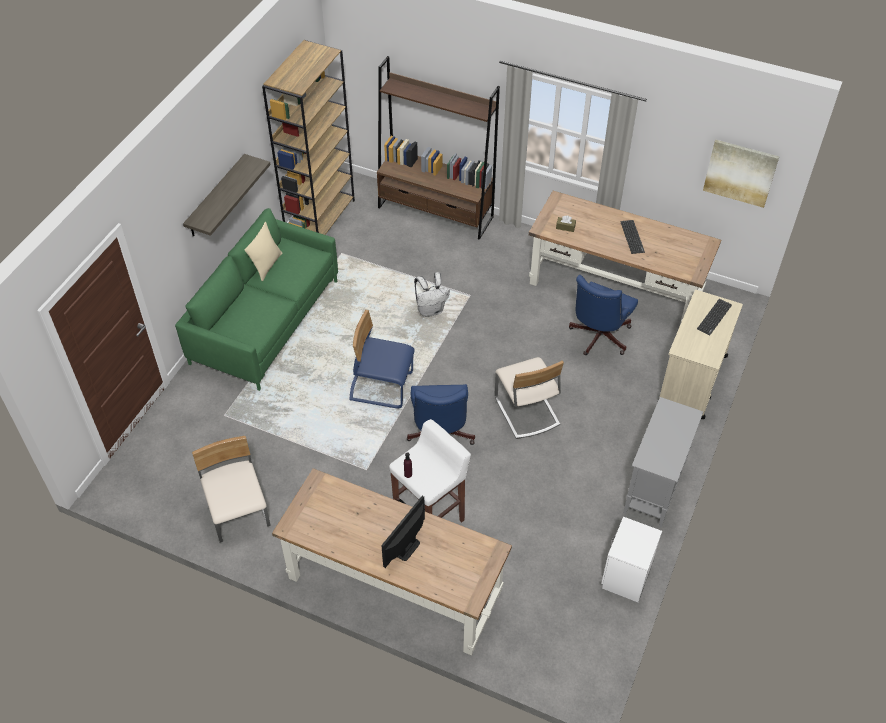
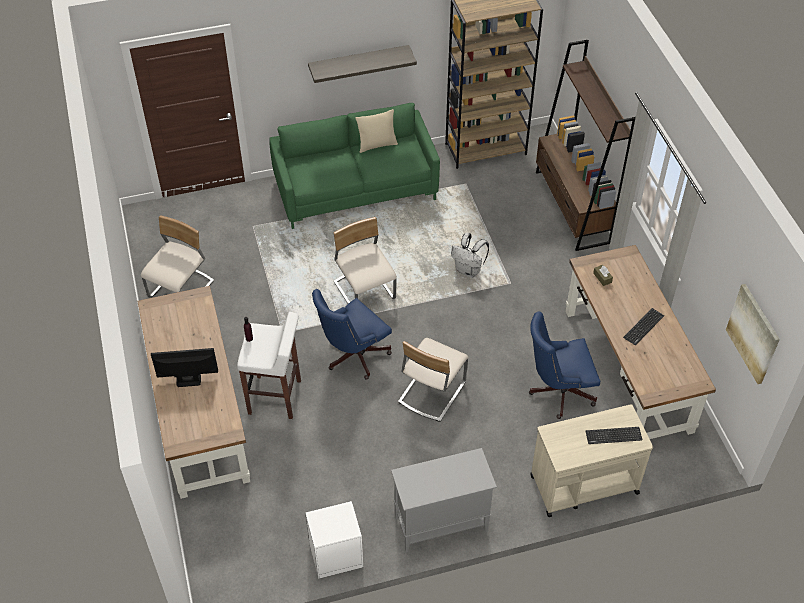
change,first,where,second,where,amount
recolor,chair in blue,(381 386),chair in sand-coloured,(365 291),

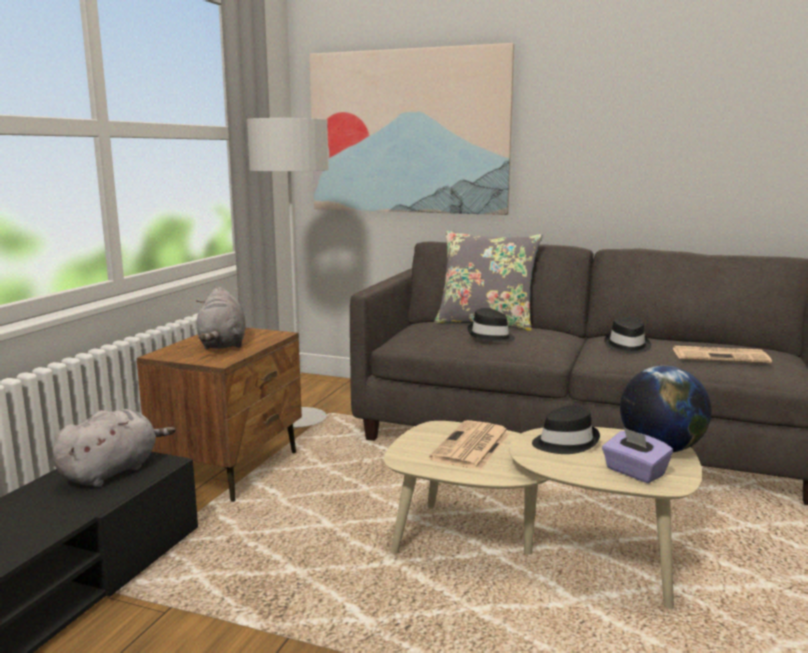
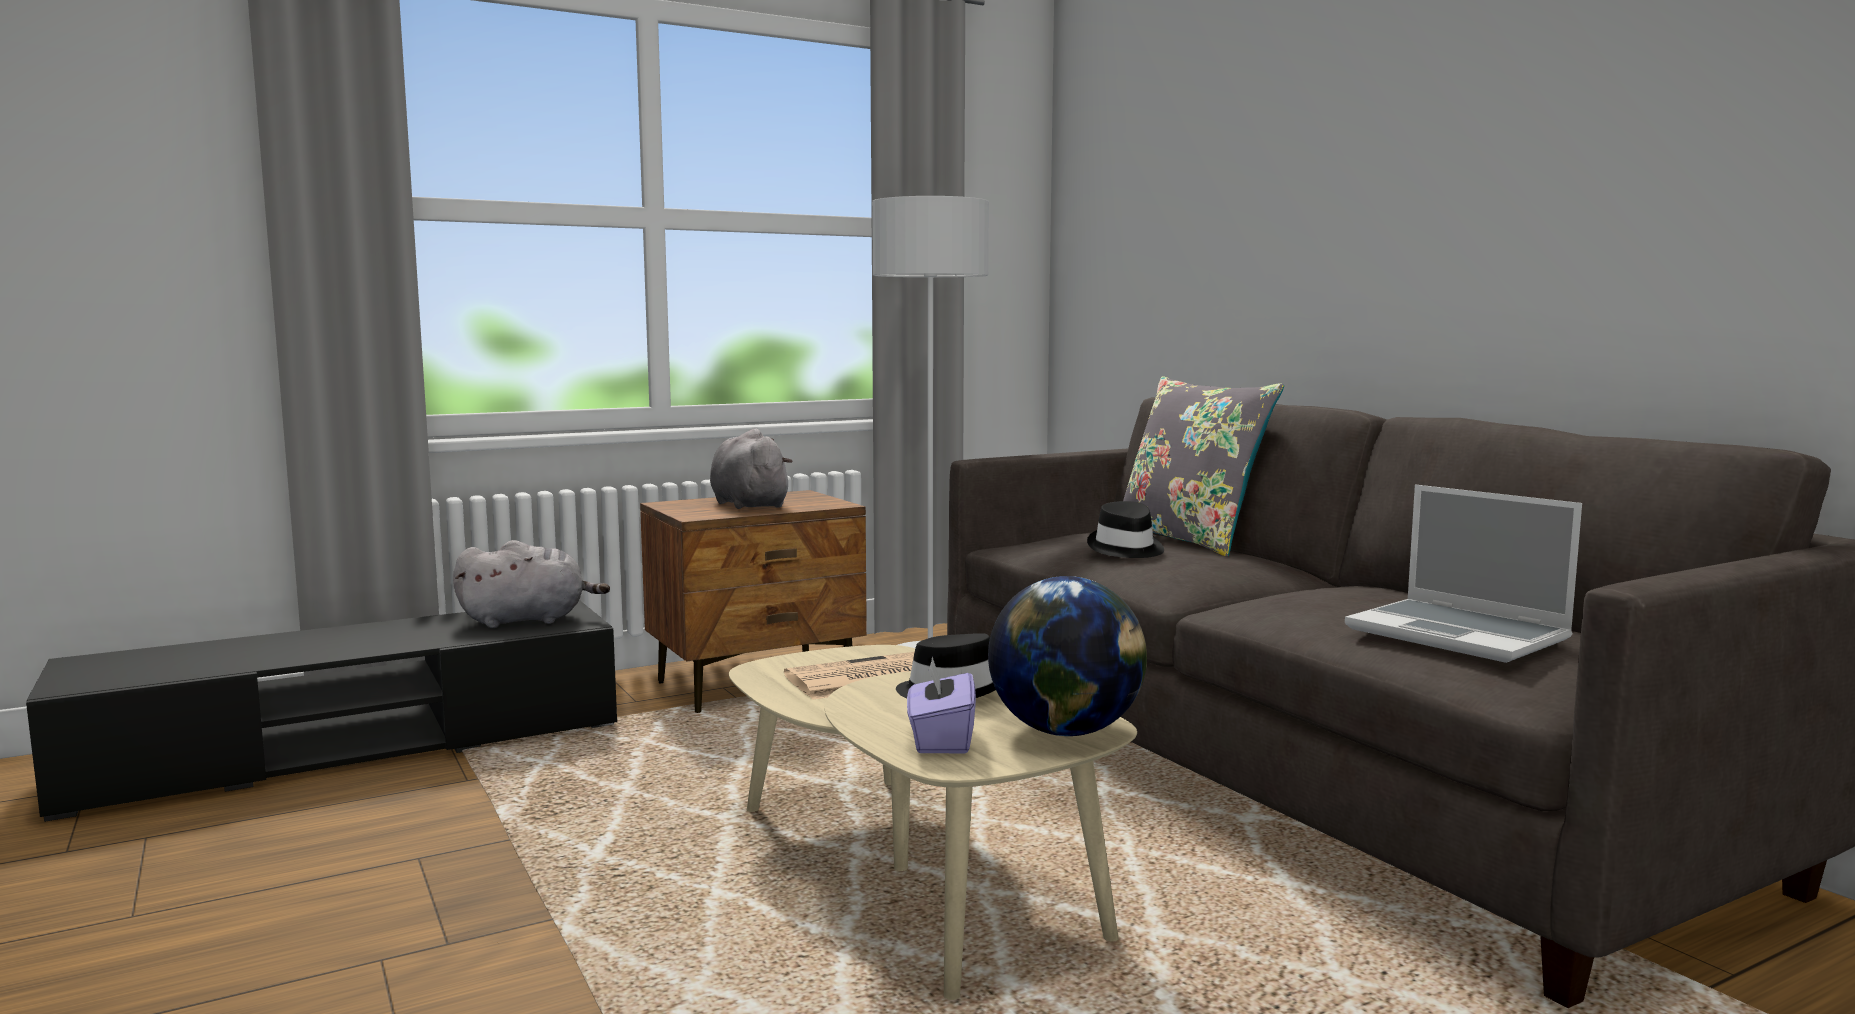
change,first,where,second,where,amount
delete,wall picture,(408 132),,,
rotate,plush toy in gray,(222 345),,(748 504),120 degrees clockwise
delete,wearable hat in black-coloured,(627 345),,,
replace,daily paper,(721 356),portable computer,(1460 634),

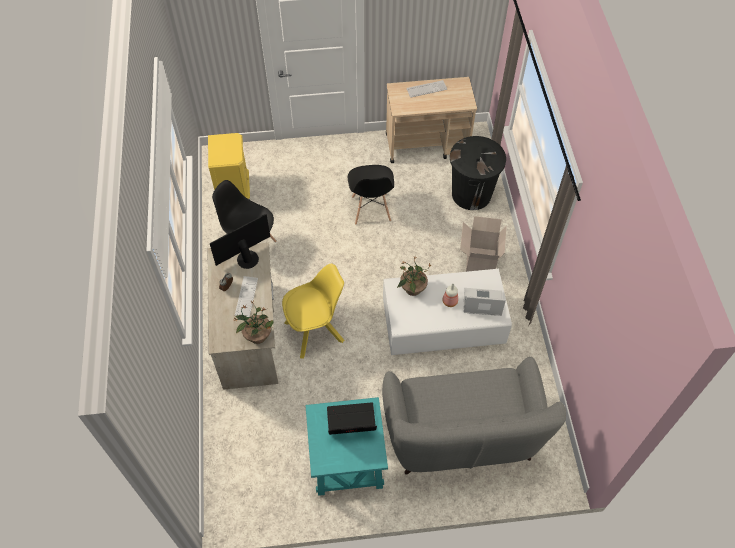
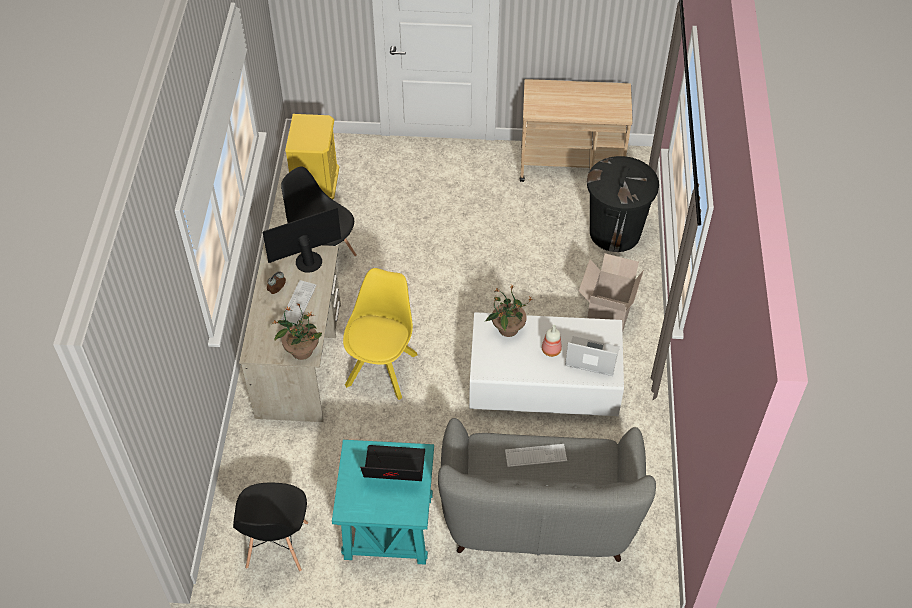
change,first,where,second,where,amount
move,computer keyboard,(426 89),,(535 455),
move,chair in black-coloured,(370 209),,(277 546),
rotate,chair in yellow,(315 331),,(382 368),60 degrees counterclockwise

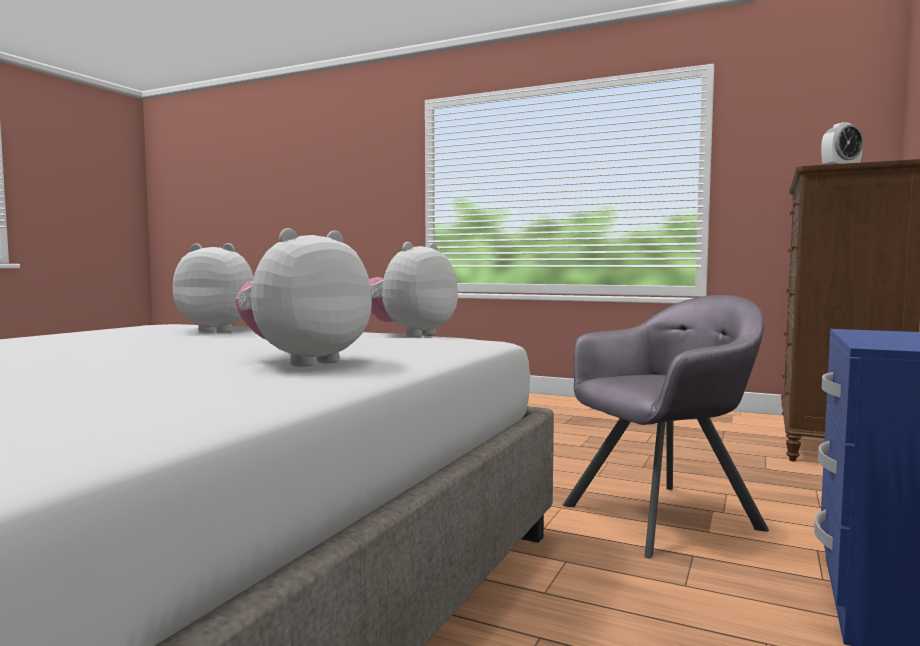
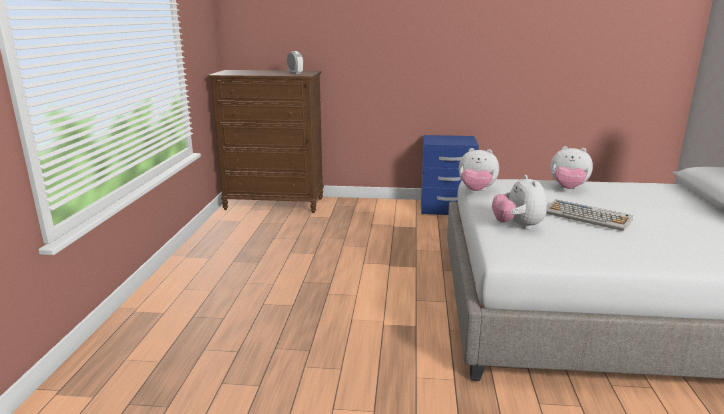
change,first,where,second,where,amount
delete,easy chair in gray,(663 517),,,
insert,,,computer keyboard,(588 216),

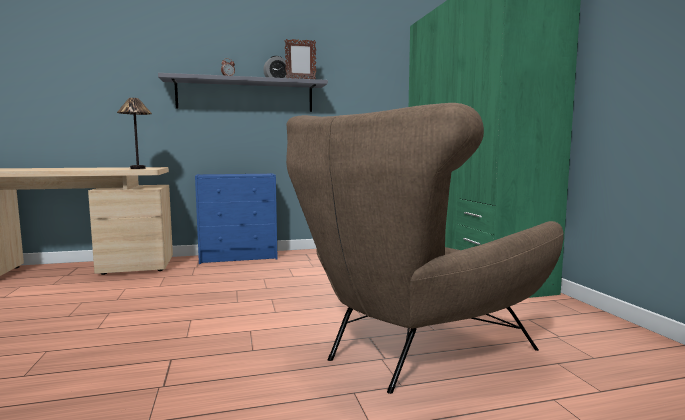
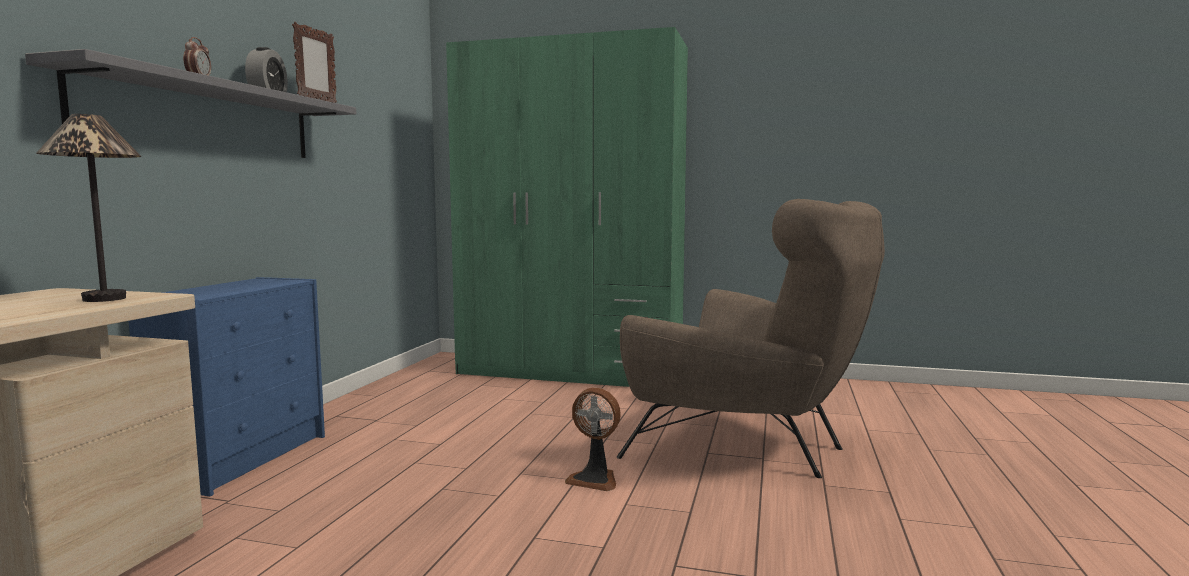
change,first,where,second,where,amount
rotate,easy chair in brownish,(408 351),,(754 446),45 degrees counterclockwise
insert,,,electric fan,(595 479),

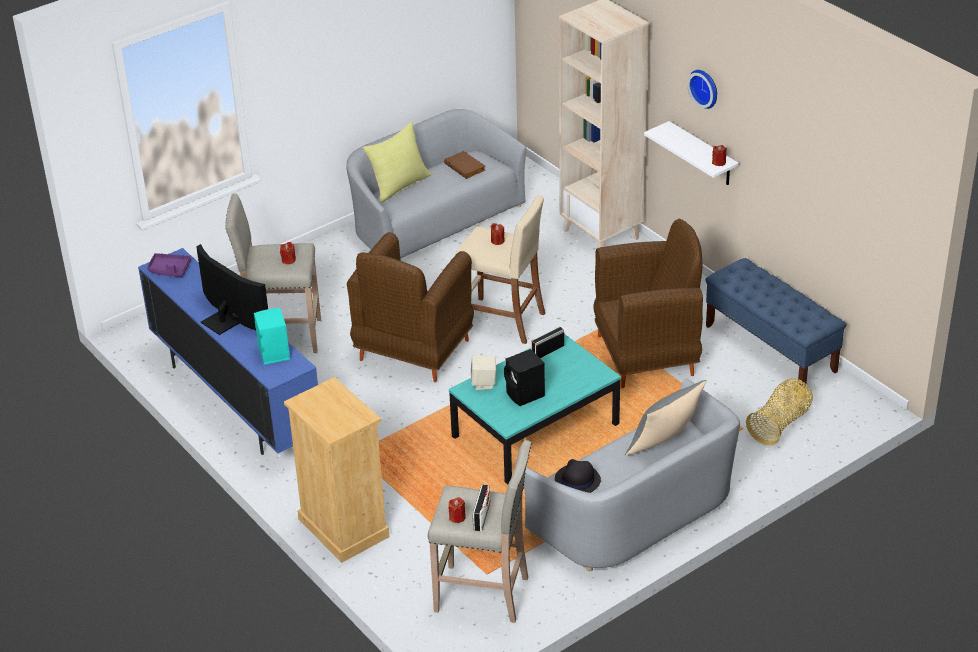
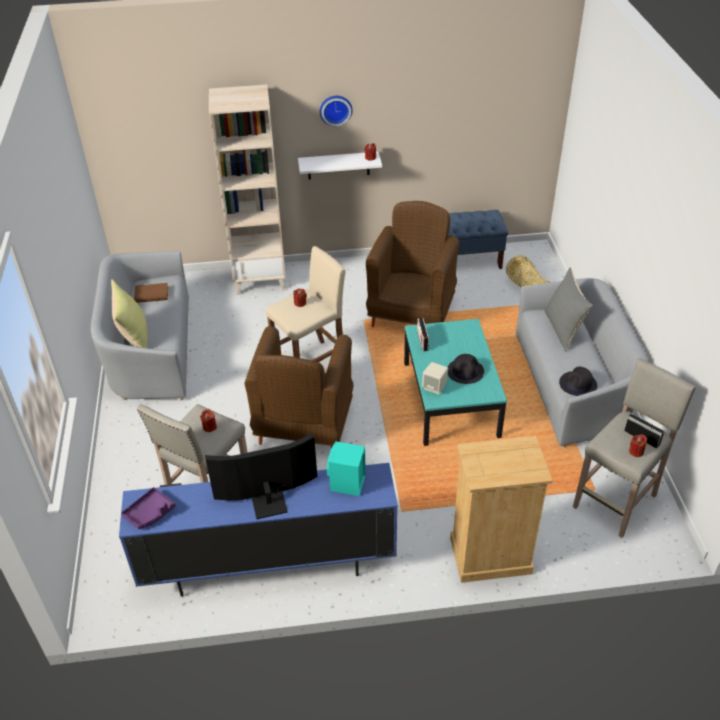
change,first,where,second,where,amount
rotate,easy chair in brownish,(413 352),,(304 427),45 degrees clockwise
replace,speaker in black-coloured,(525 395),wearable hat in black-coloured,(465 371),

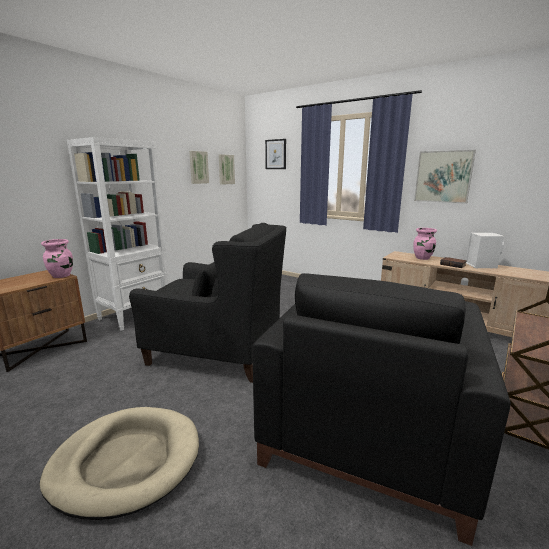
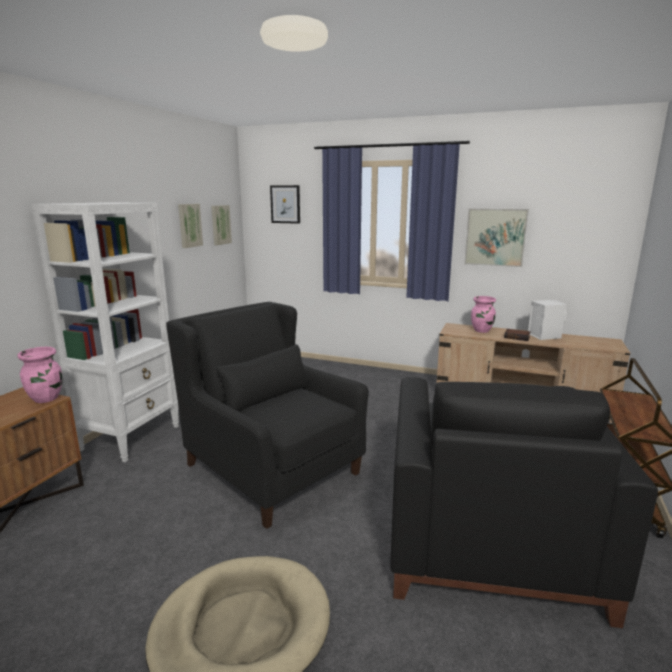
change,first,where,second,where,amount
rotate,easy chair in black-coloured,(217 349),,(272 469),135 degrees counterclockwise

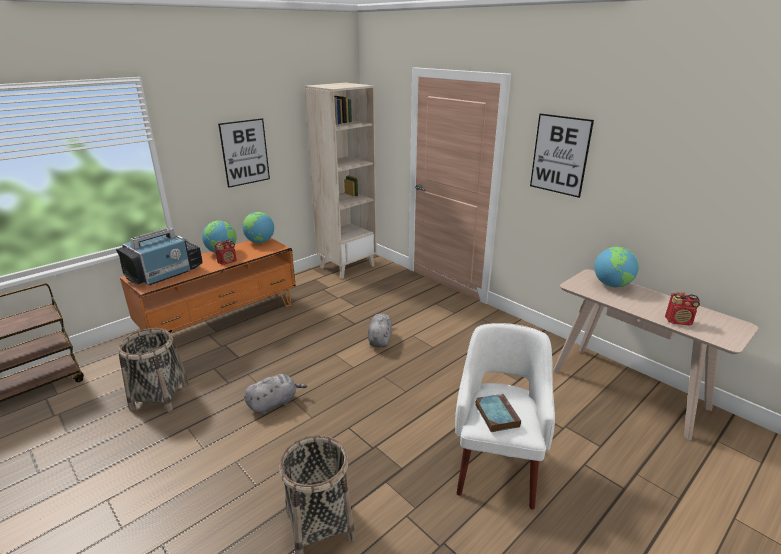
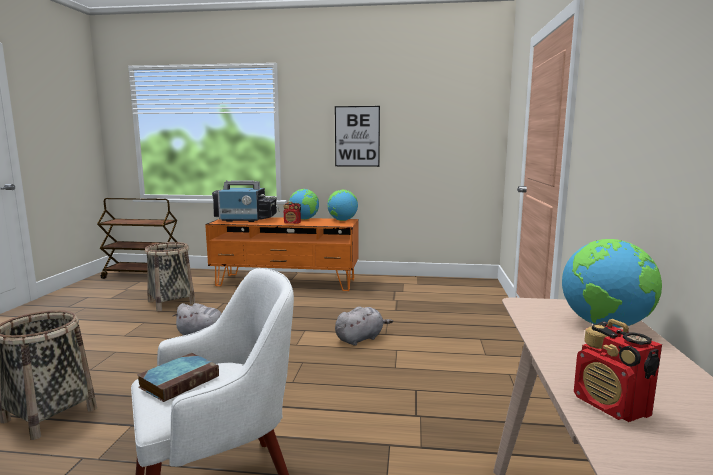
change,first,where,second,where,amount
delete,bookcase in sand-coloured,(347 266),,,
delete,wall picture,(560 155),,,

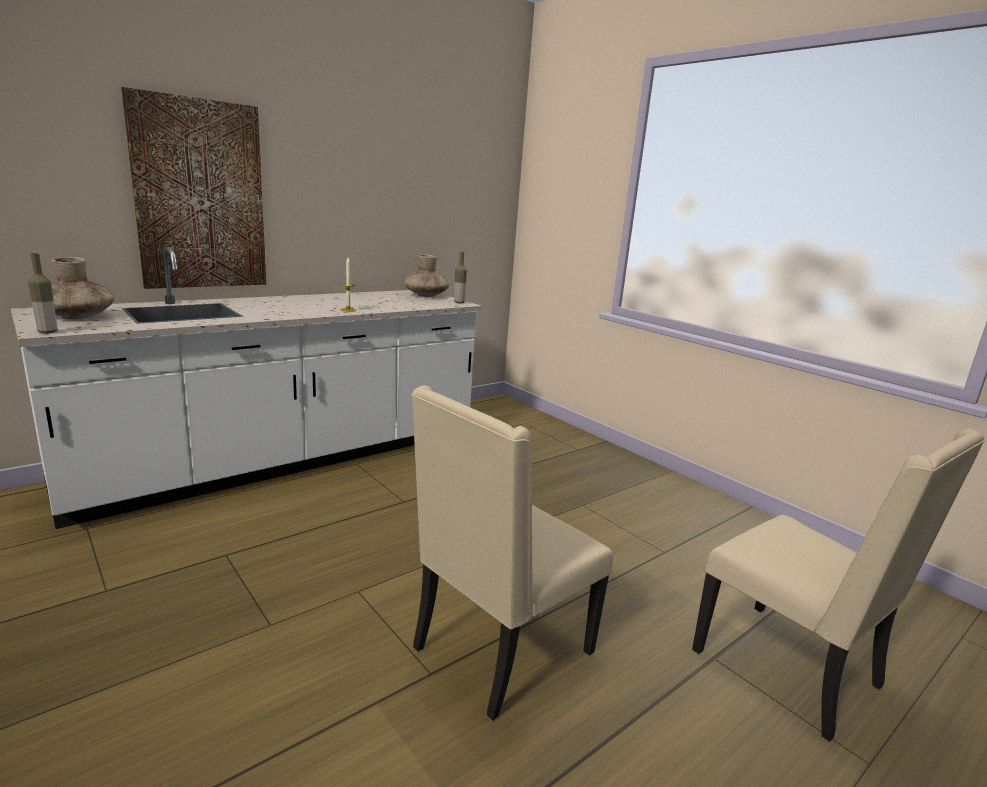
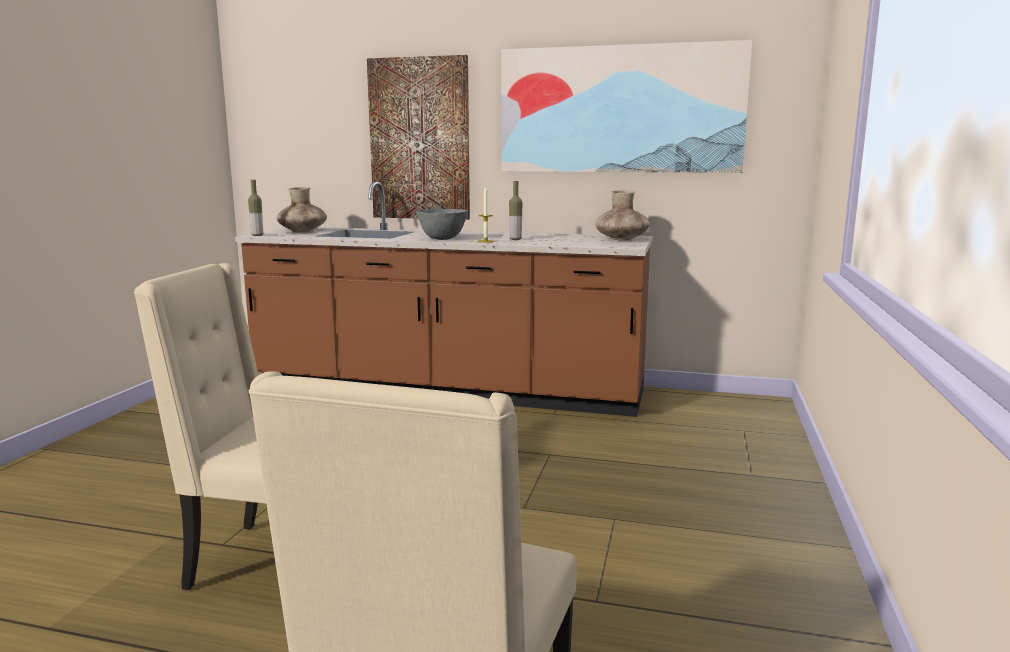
change,first,where,second,where,amount
recolor,kitchen counter in whitish,(287 460),kitchen counter in brownish,(447 389),
move,beverage bottle,(459 302),,(515 239),
insert,,,wall picture,(619 109),
insert,,,bowl in gray,(442 239),

